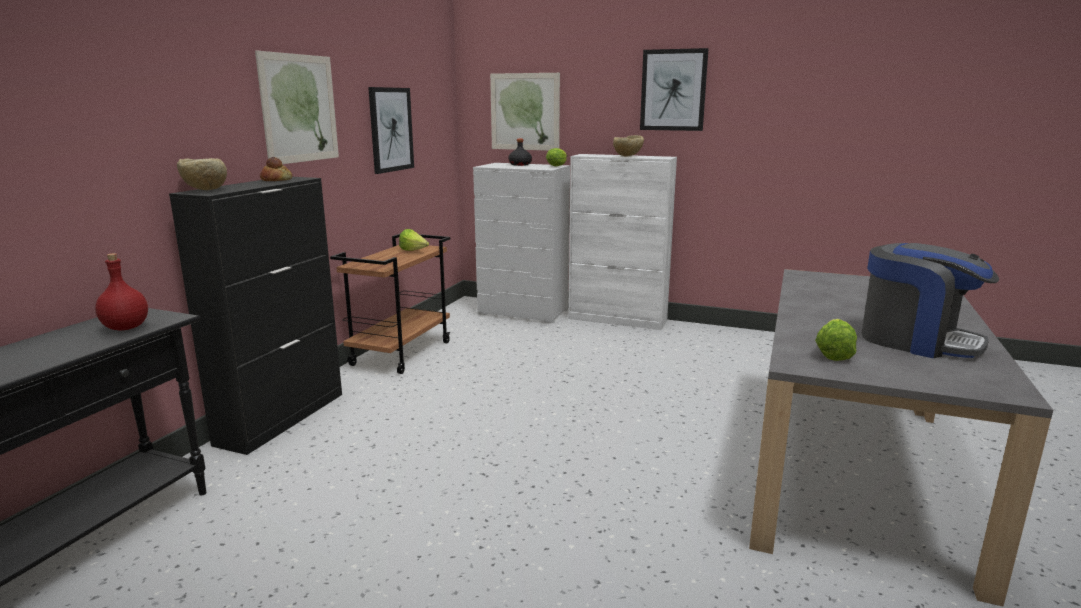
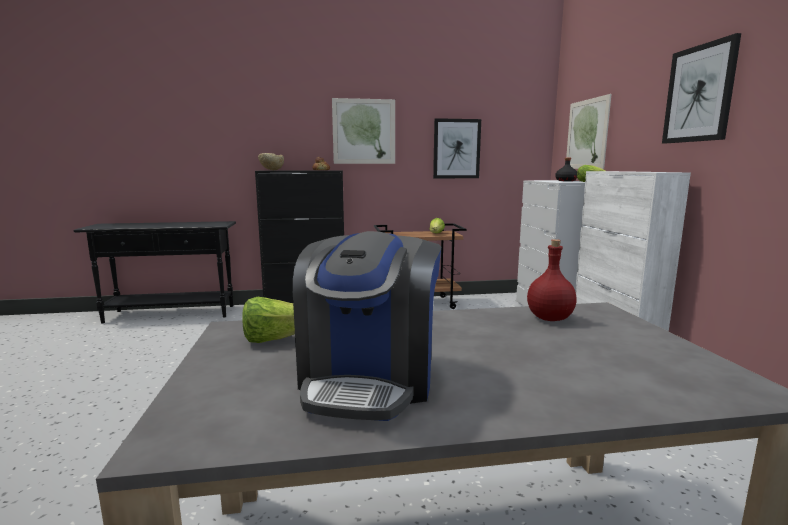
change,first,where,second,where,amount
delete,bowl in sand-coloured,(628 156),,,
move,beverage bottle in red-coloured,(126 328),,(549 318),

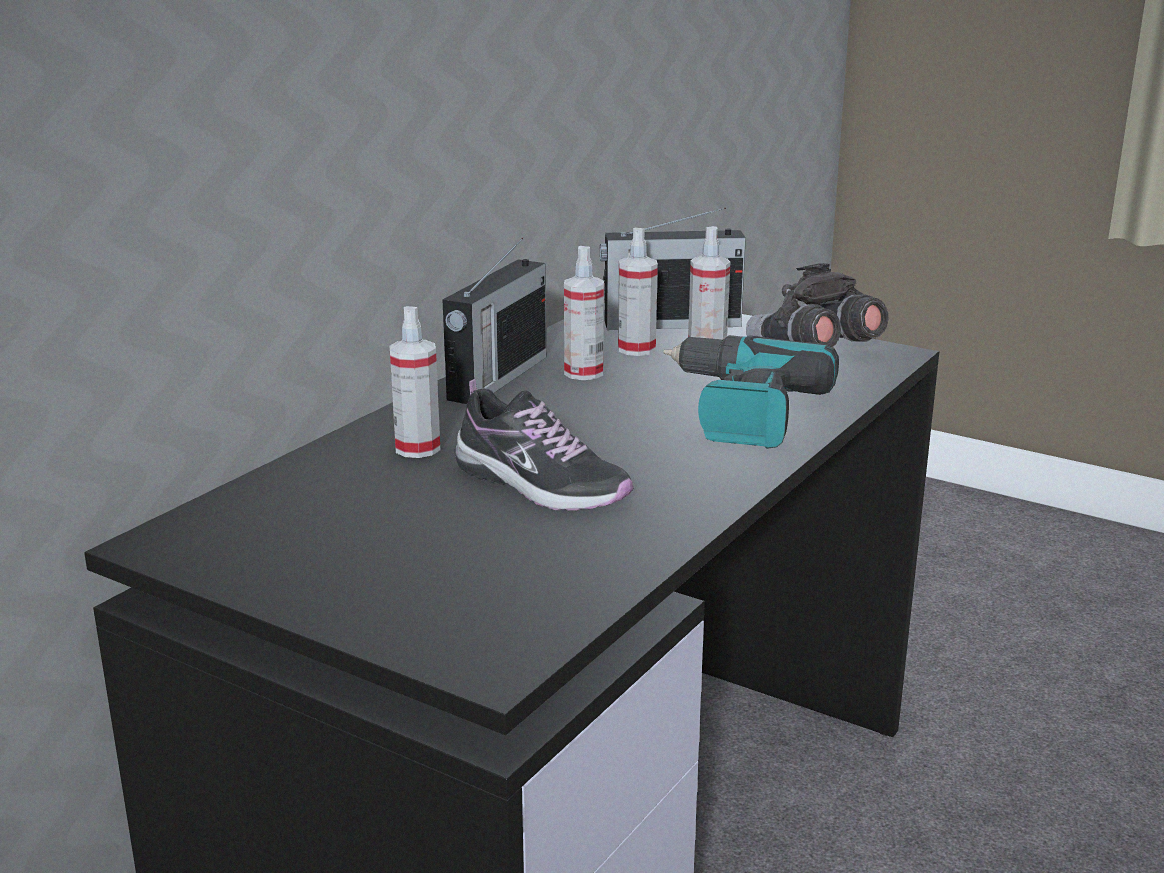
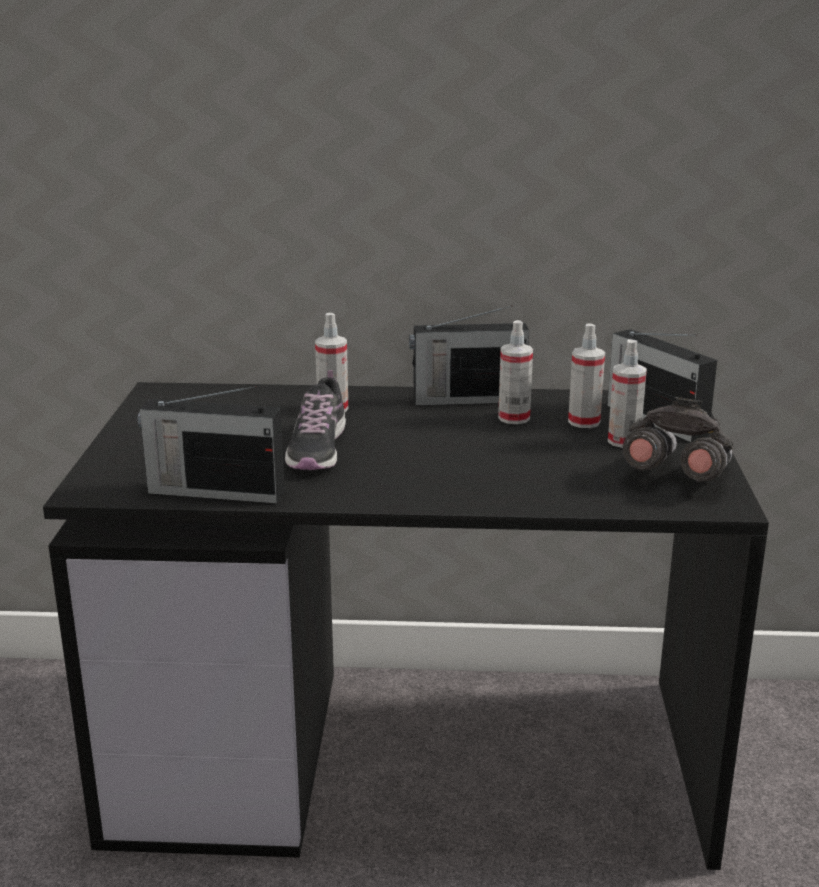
change,first,where,second,where,amount
delete,power drill,(739 411),,,
insert,,,radio set,(213 491),

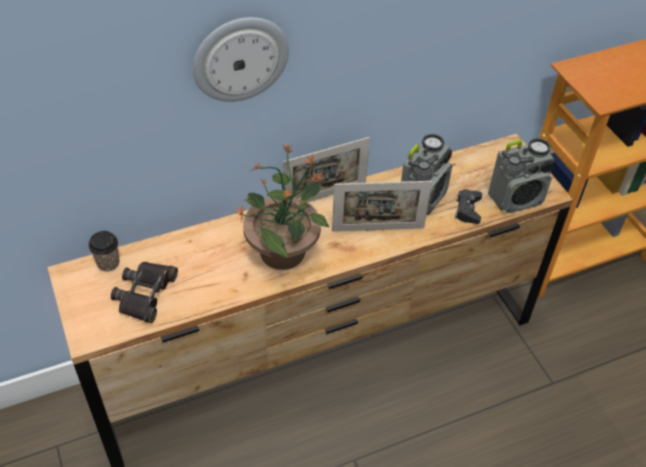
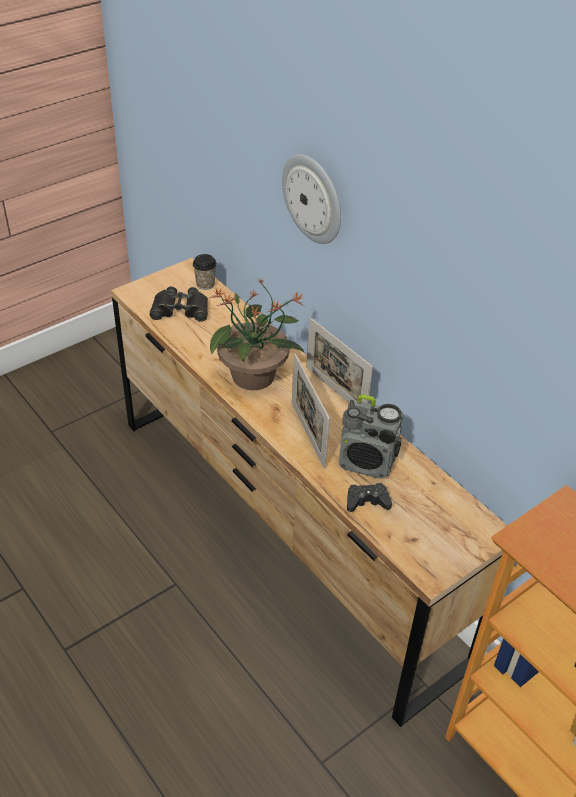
change,first,where,second,where,amount
delete,radio set,(516 199),,,

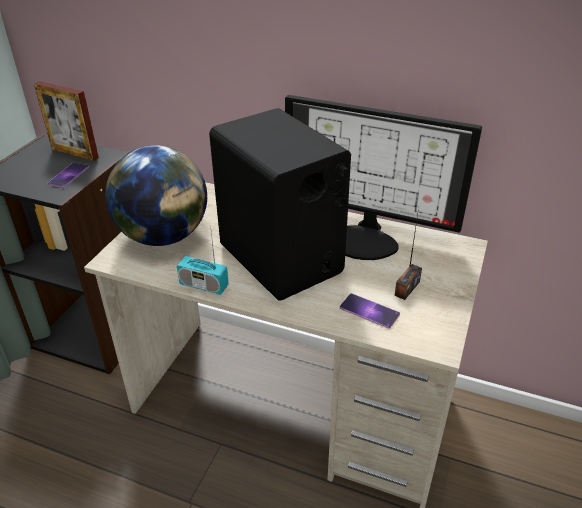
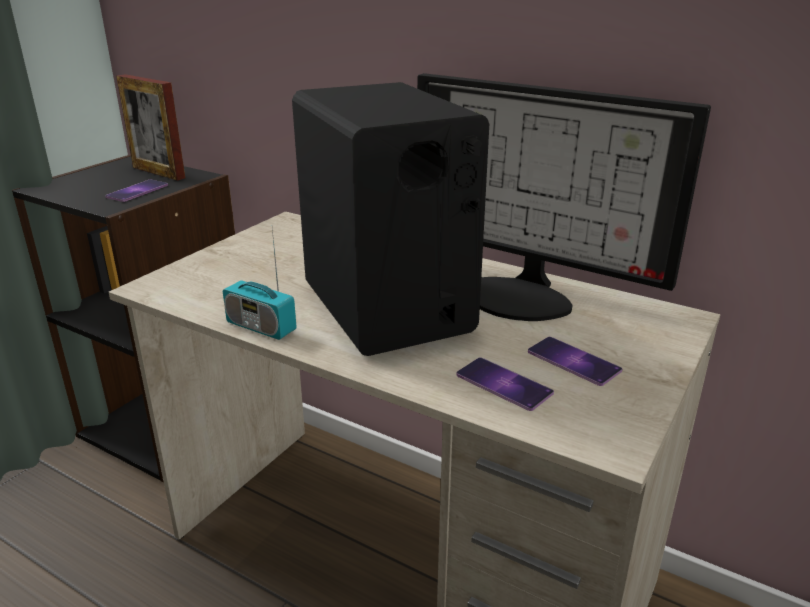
change,first,where,second,where,amount
delete,world globe,(164 236),,,
replace,radio set,(407 288),telephone,(573 361),

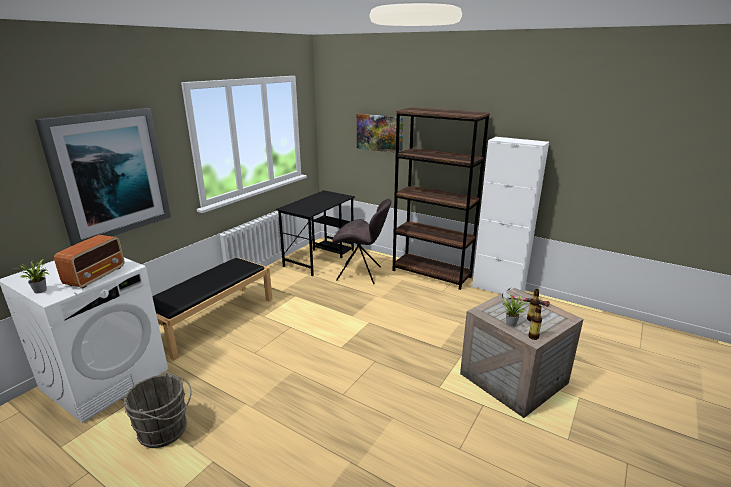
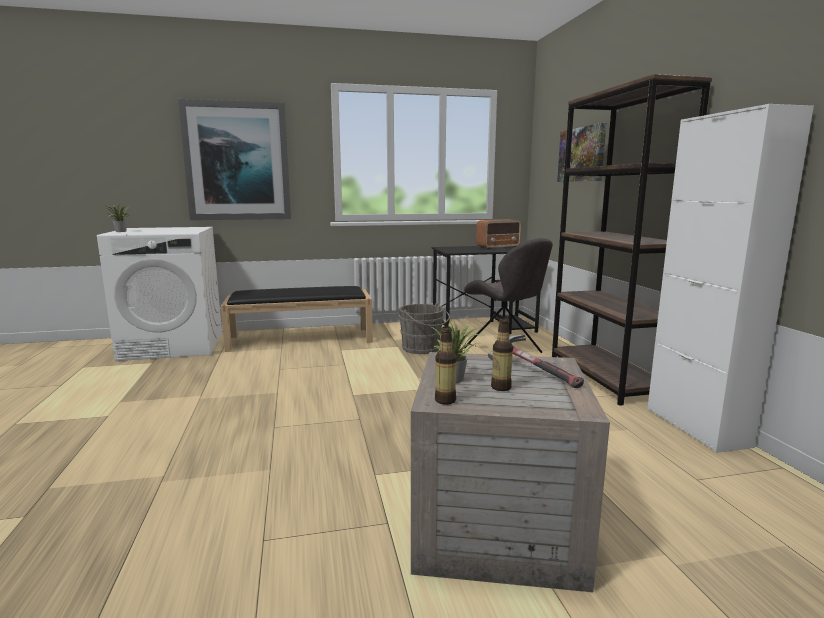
change,first,where,second,where,amount
move,radio set,(96 276),,(498 247),
move,pail in gray,(166 430),,(422 349),

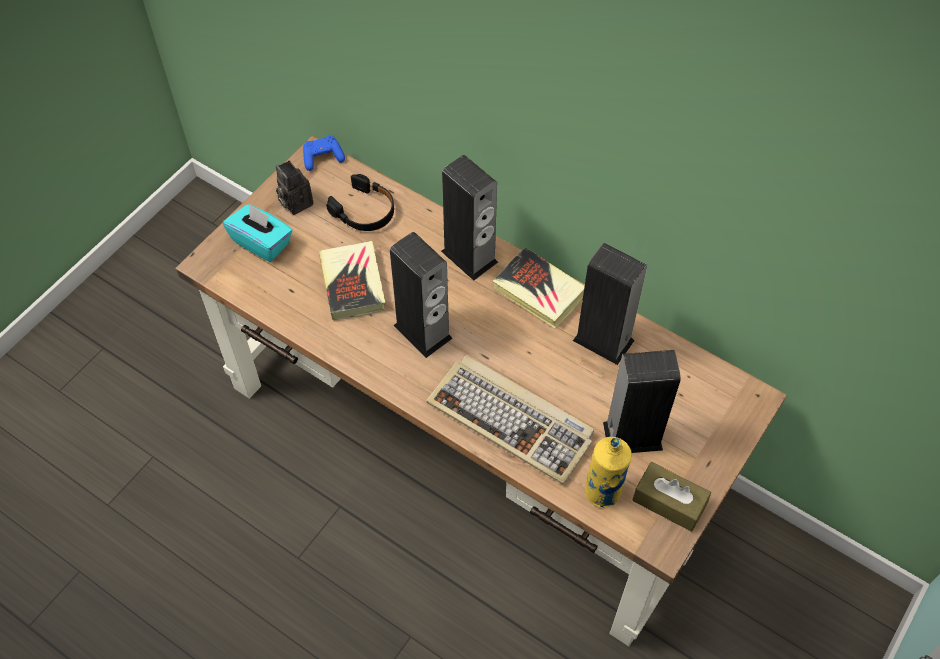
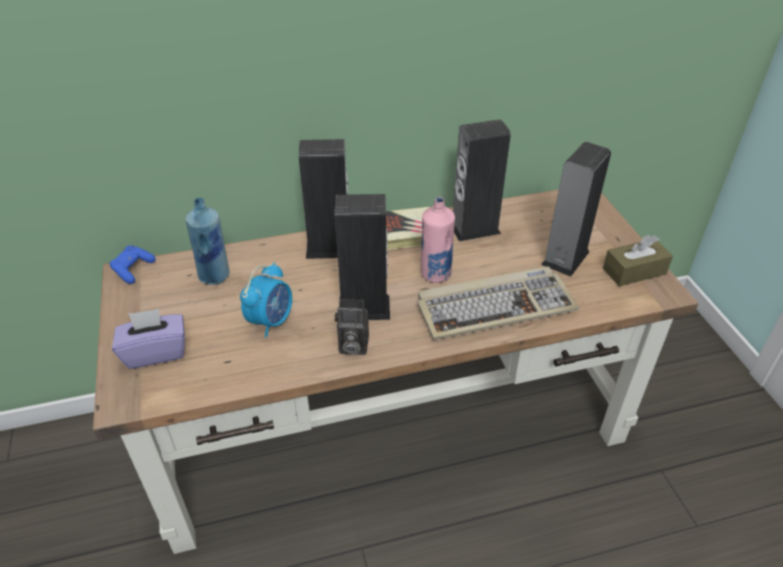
change,first,where,second,where,amount
move,still camera,(294 202),,(351 346),
replace,headphones in black-coloured,(364 211),beverage bottle in blue,(215 276),
recolor,tissue holder in turquoise-coloured,(262 243),tissue holder in purple-coloured,(156 352),
replace,bound book,(353 284),alarm clock,(271 321),
delete,beverage bottle in yellow,(603 491),,,
insert,,,beverage bottle in pink-coloured,(435 274),

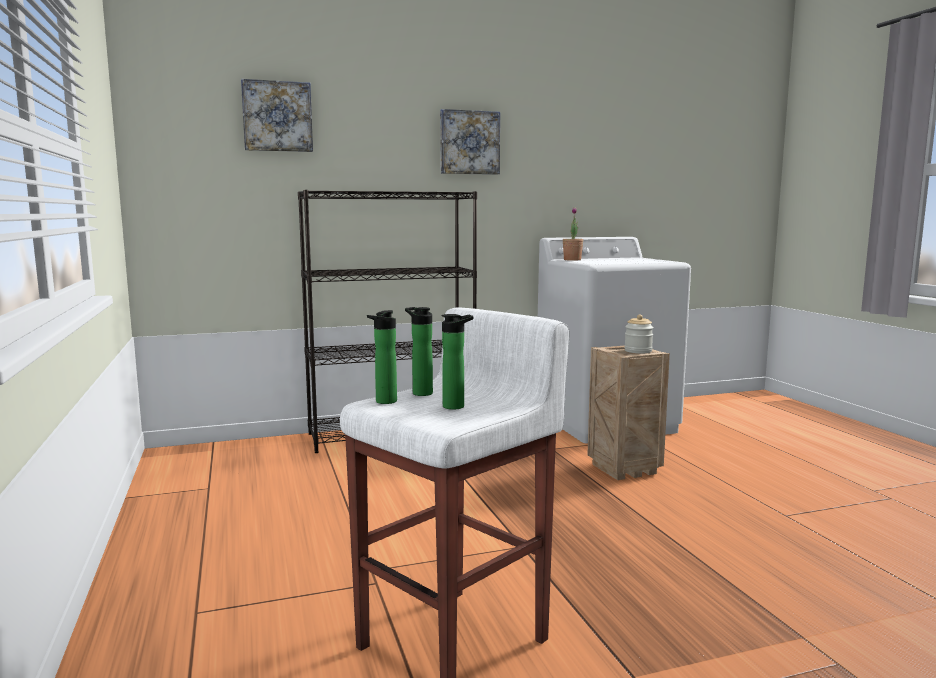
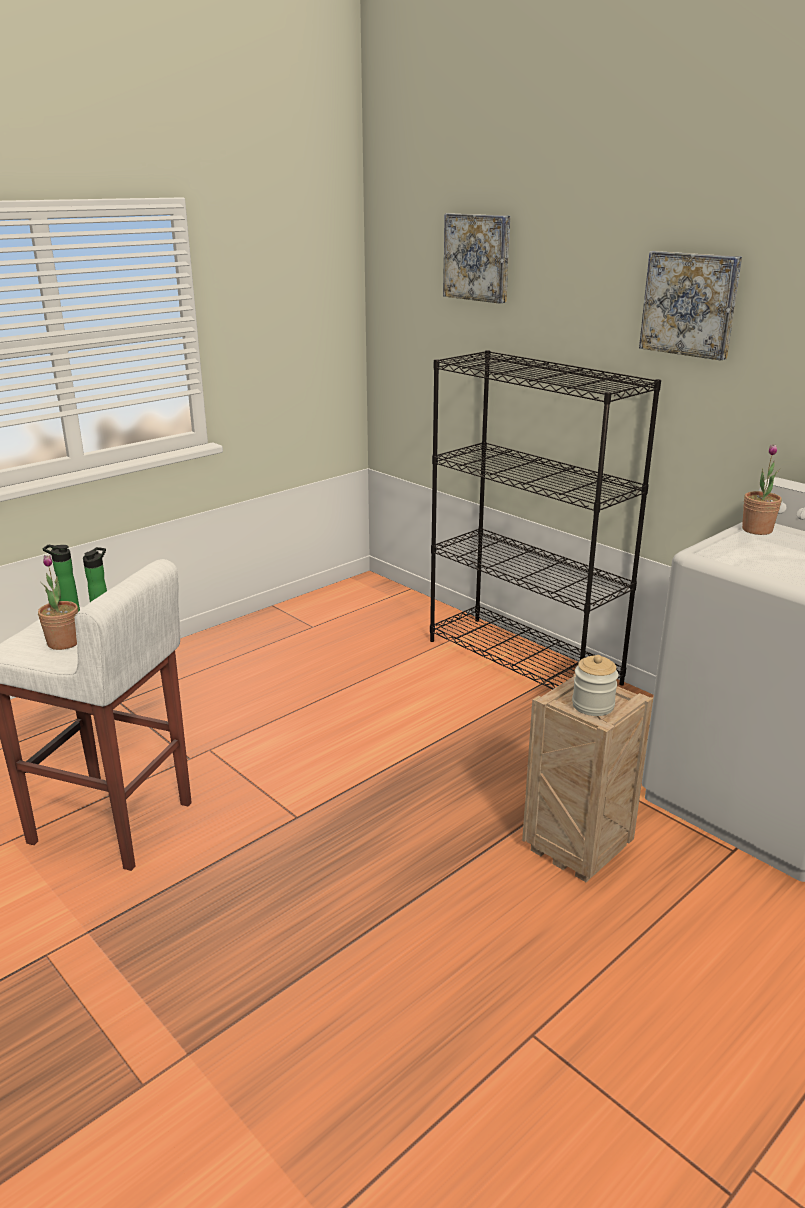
change,first,where,second,where,amount
replace,beverage bottle,(457 406),potted plant,(63 643),

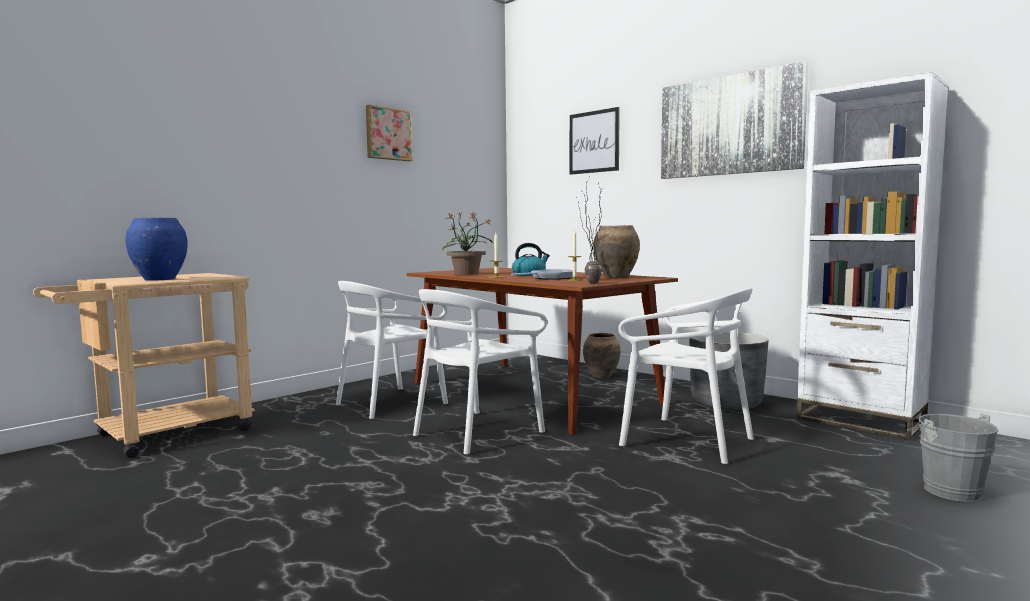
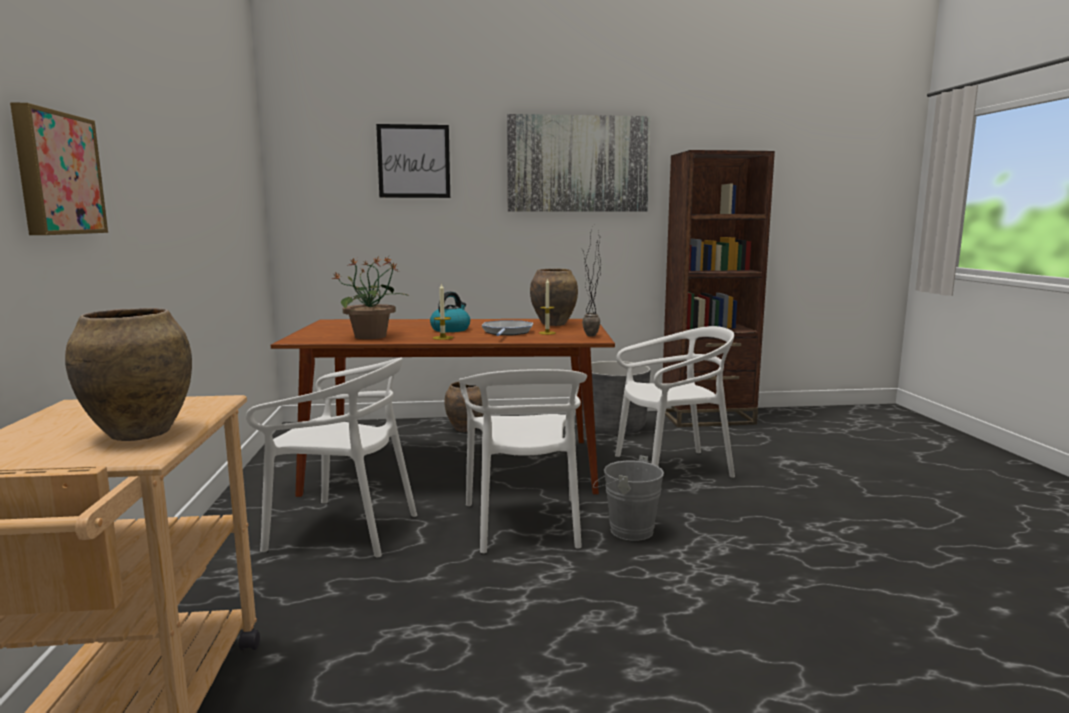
change,first,where,second,where,amount
recolor,bookcase in whitish,(860 420),bookcase in brownish,(707 417),
move,wall picture,(387 134),,(56 174),
recolor,vase in blue,(159 279),vase in brownish,(139 433),
rotate,chair in whitish,(391 403),,(343 530),75 degrees counterclockwise
move,pail in gray,(947 489),,(626 530),

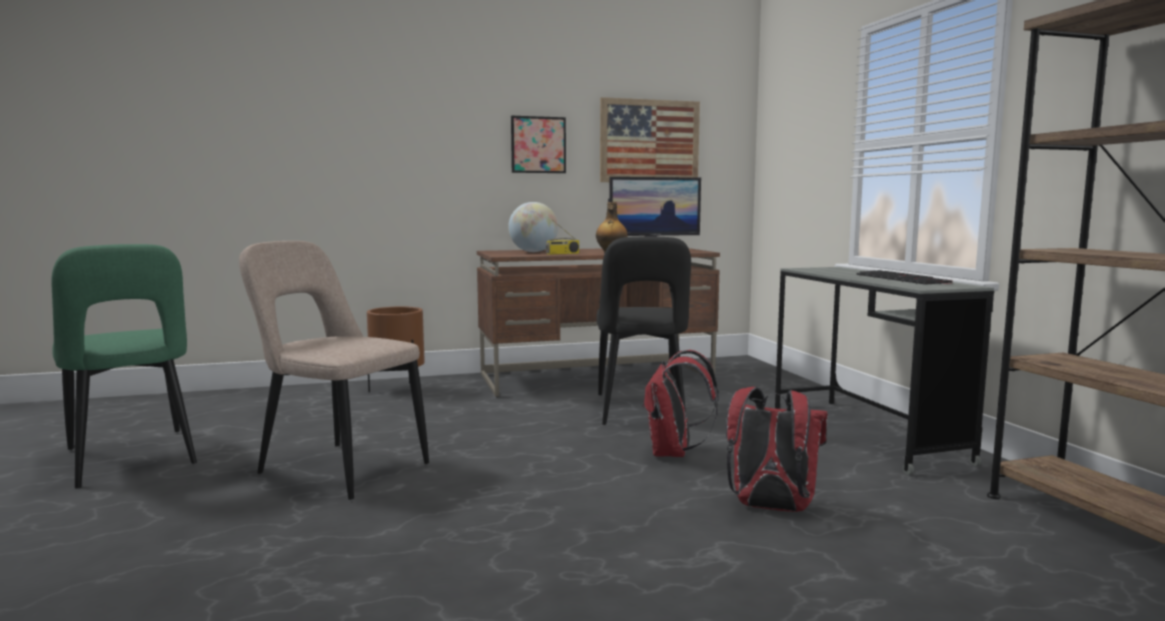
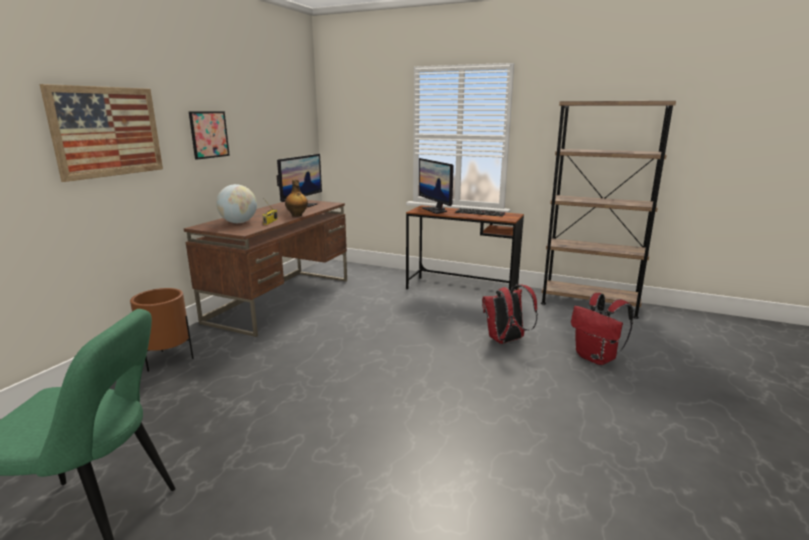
change,first,where,second,where,amount
move,wall picture,(649 141),,(107 132),
delete,chair in black-coloured,(640 411),,,
delete,chair in sand-coloured,(338 468),,,
recolor,desk in gray,(864 433),desk in brownish,(461 290),
move,rucksack in red-coloured,(674 453),,(596 358),
insert,,,computer screen,(436 210),

